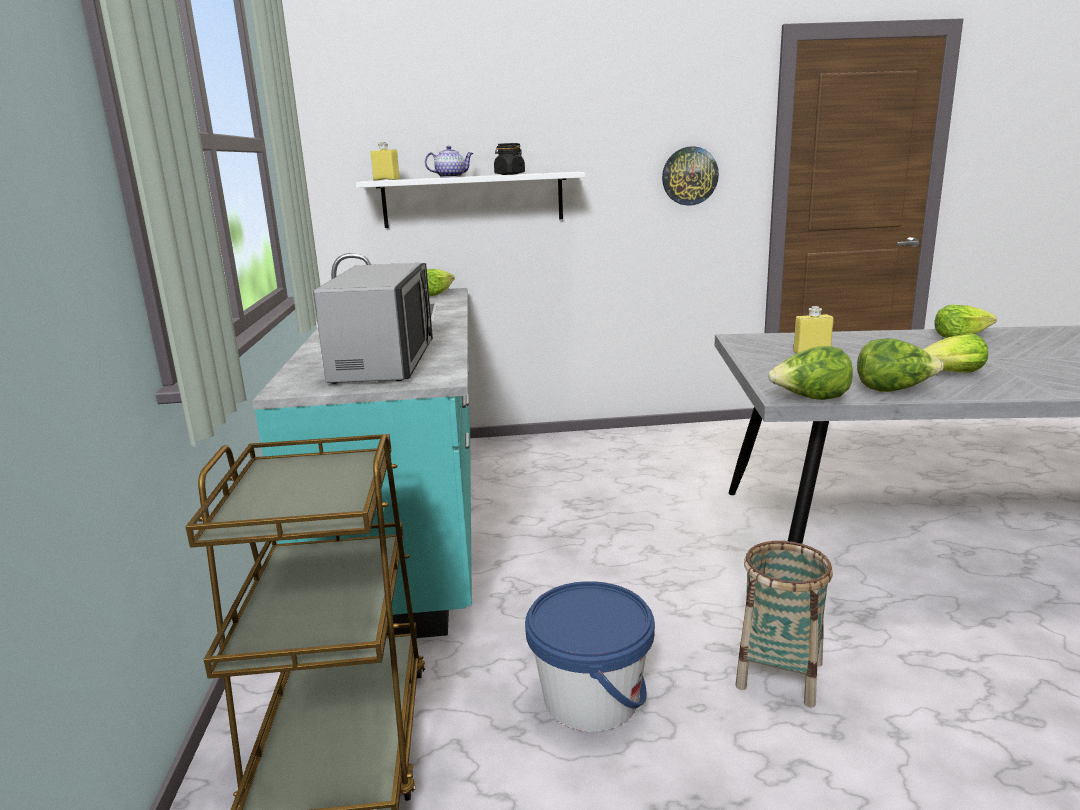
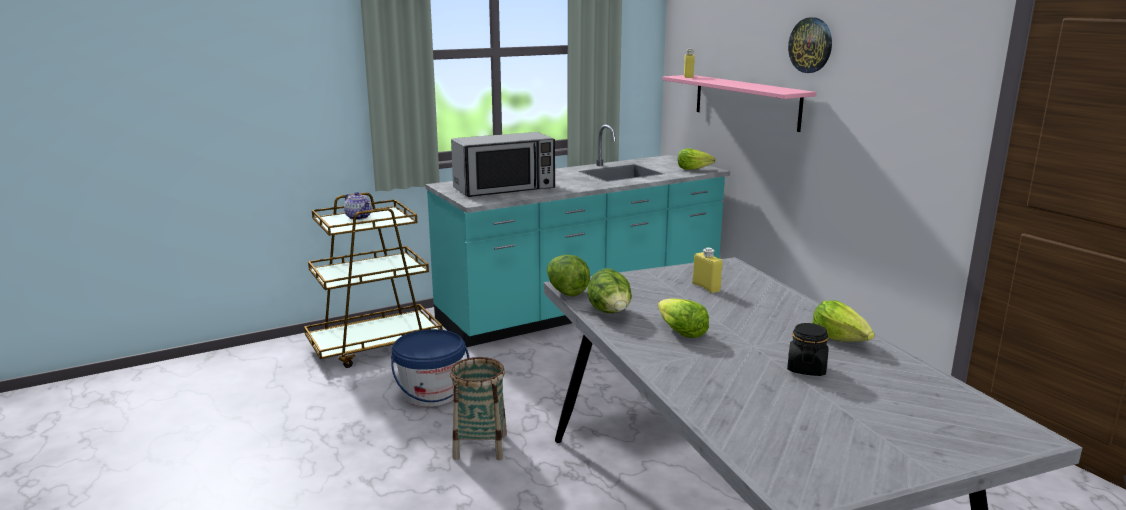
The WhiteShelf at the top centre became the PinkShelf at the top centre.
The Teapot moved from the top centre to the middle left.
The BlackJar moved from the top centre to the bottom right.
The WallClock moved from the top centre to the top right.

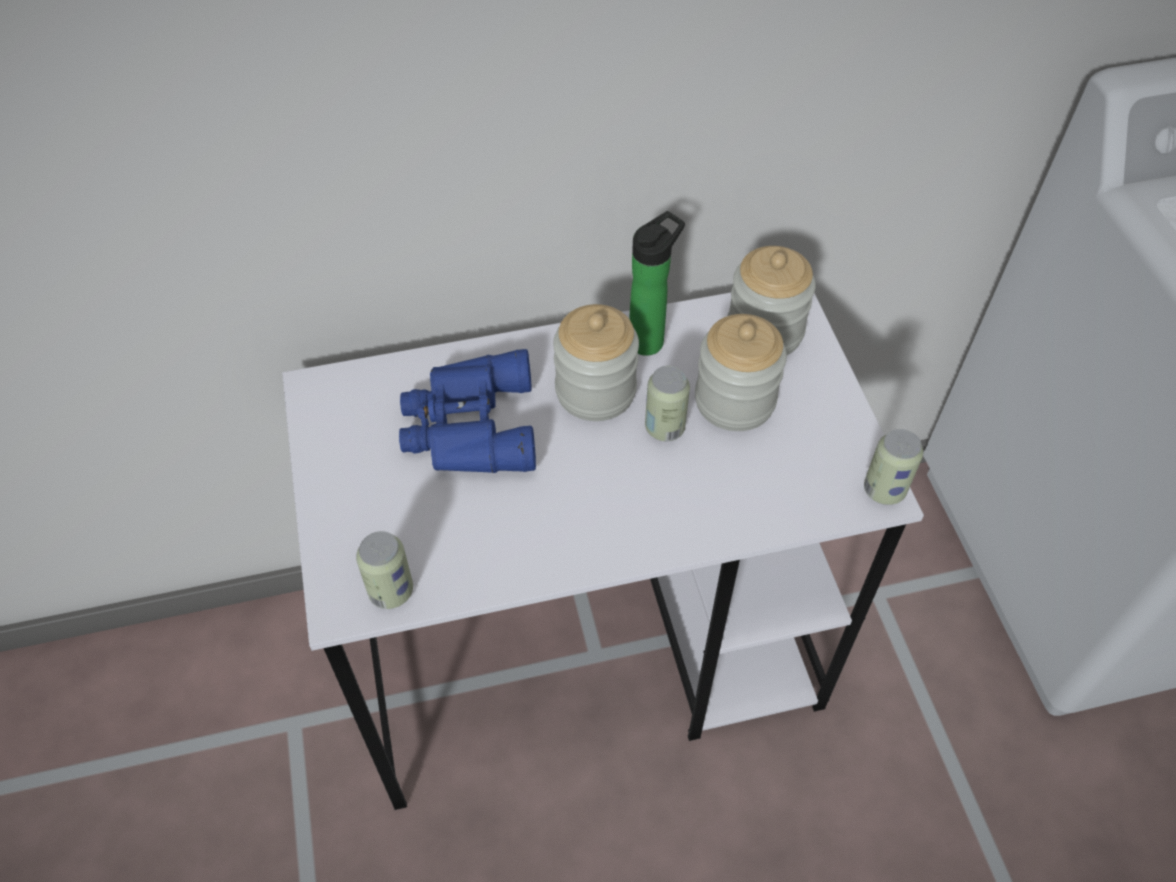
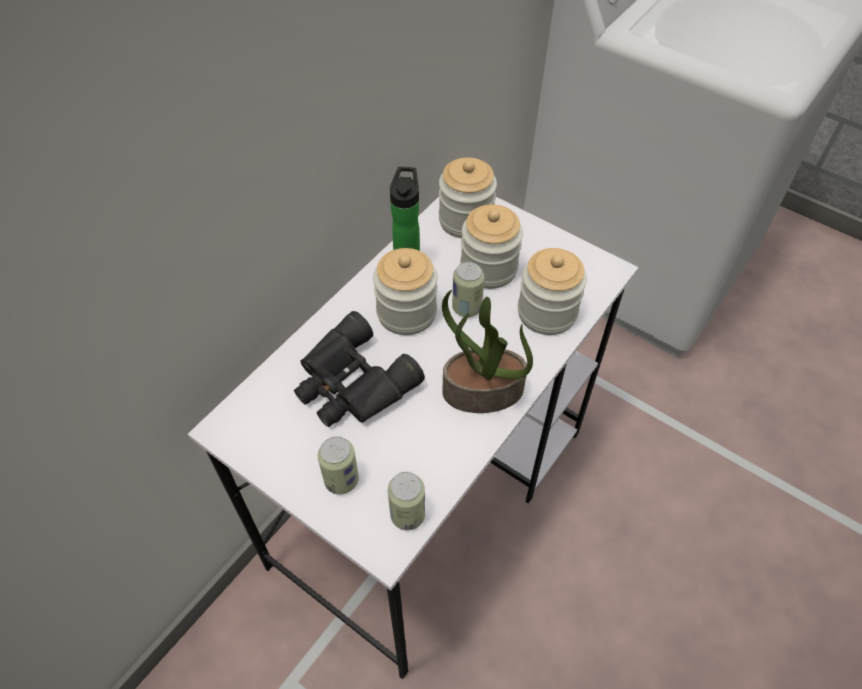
The BlueBinoculars at the centre became the BlackBinoculars at the centre.
The Can (no. 3 from left in the first image) moved from the middle right to the bottom centre.
The PottedPlant at the centre appeared.
The Jar (no. 4 from left) at the centre appeared.

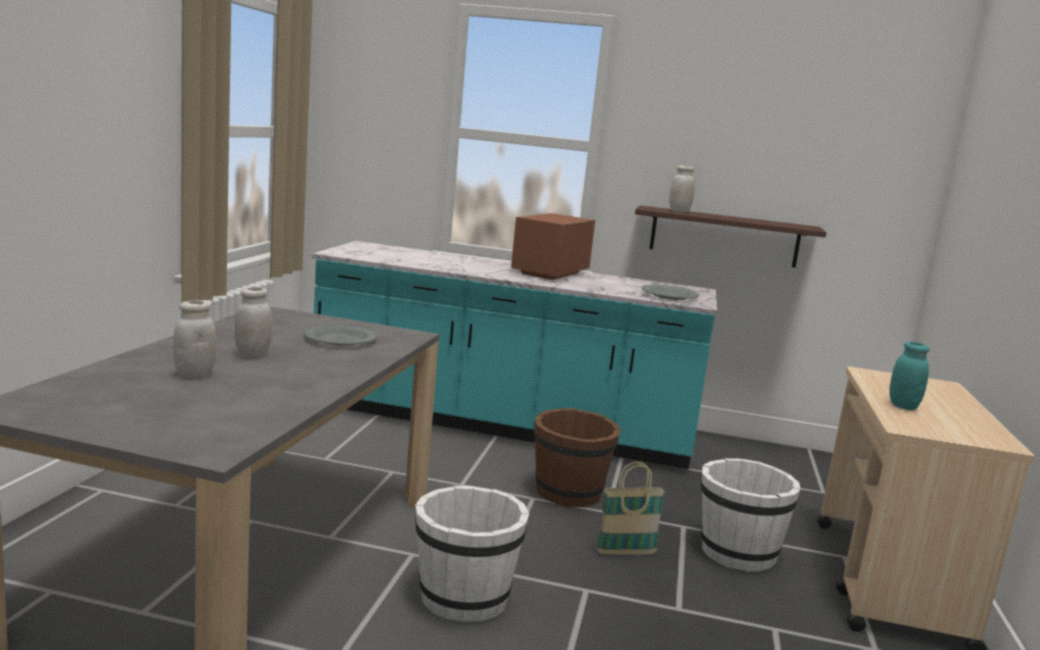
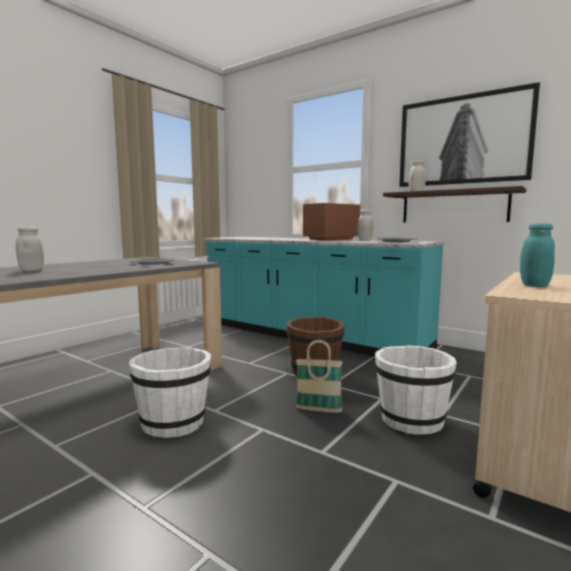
The WhiteJar (no. 2 from left) moved from the middle left to the centre.
The Picture at the top right appeared.

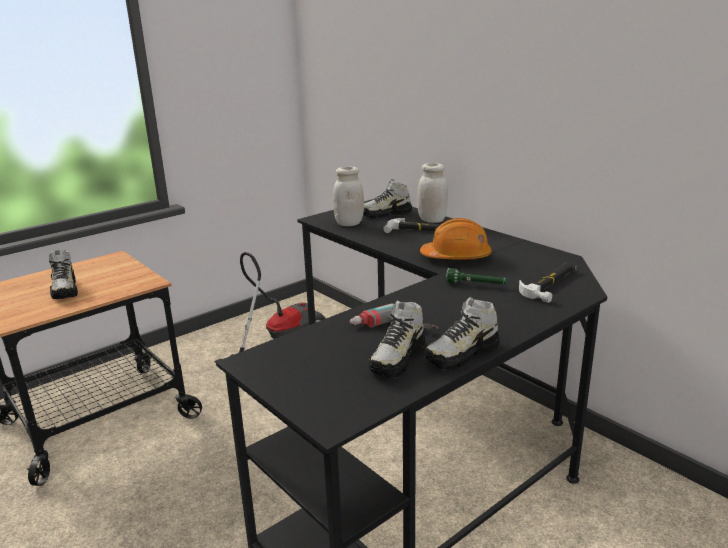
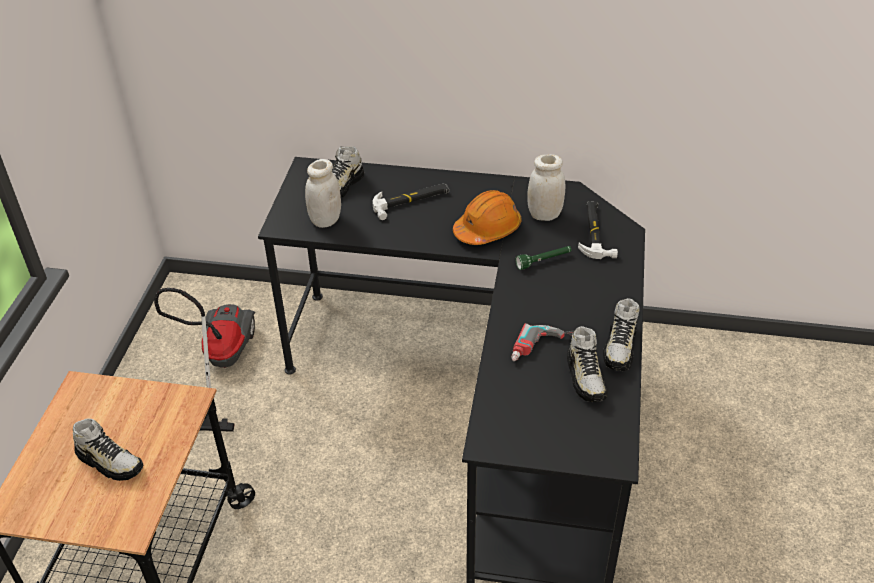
The WhiteJar (no. 2 from left) moved from the centre to the top centre.

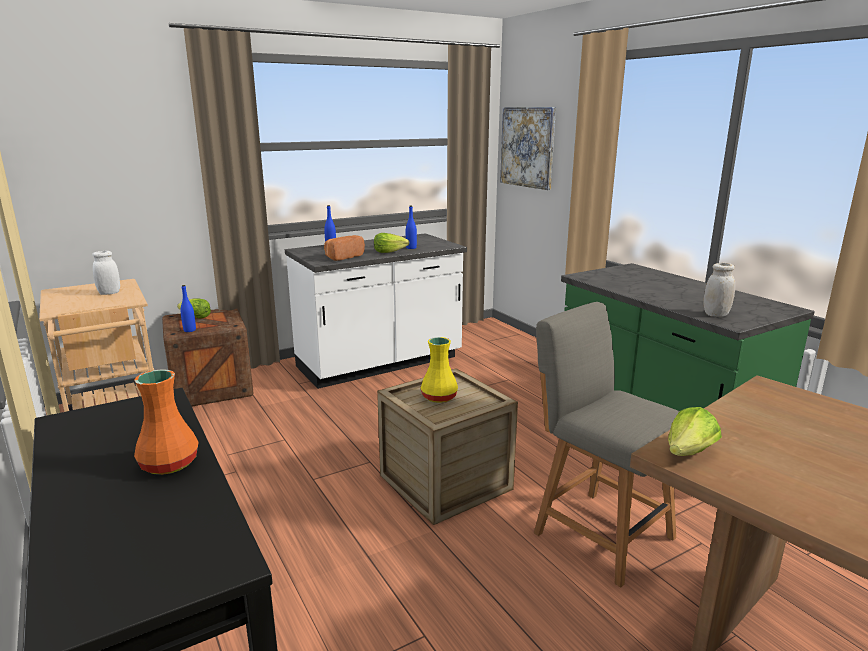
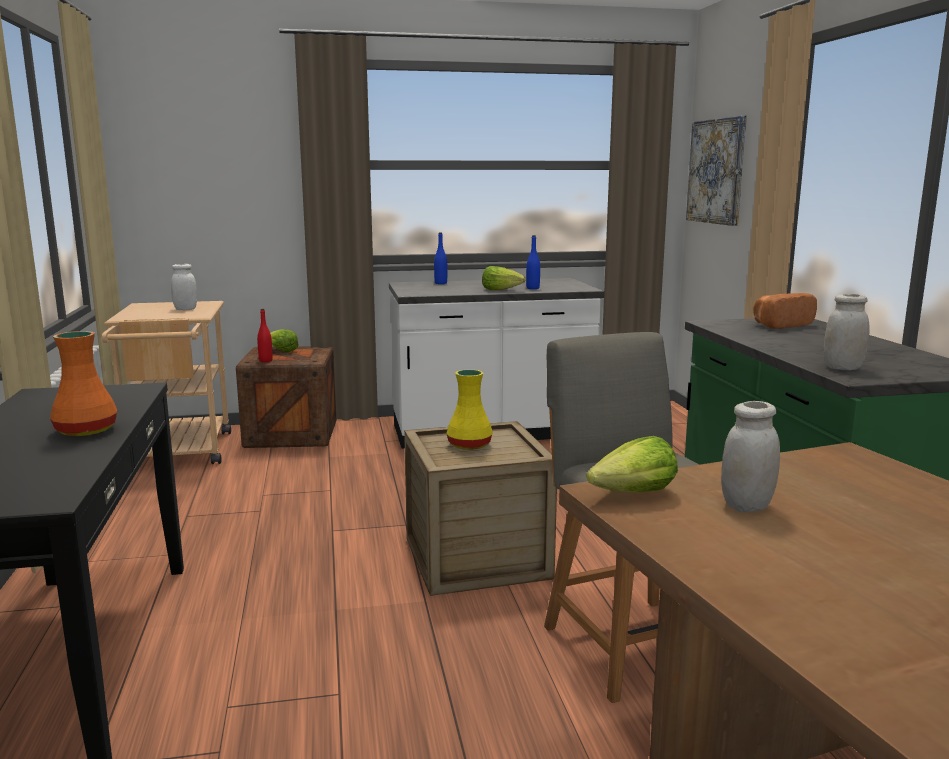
The BlueBottle (no. 1 from left) at the middle left became the RedBottle at the middle left.
The Bread moved from the centre to the middle right.
The WhiteJar (no. 2 from left) at the middle right appeared.

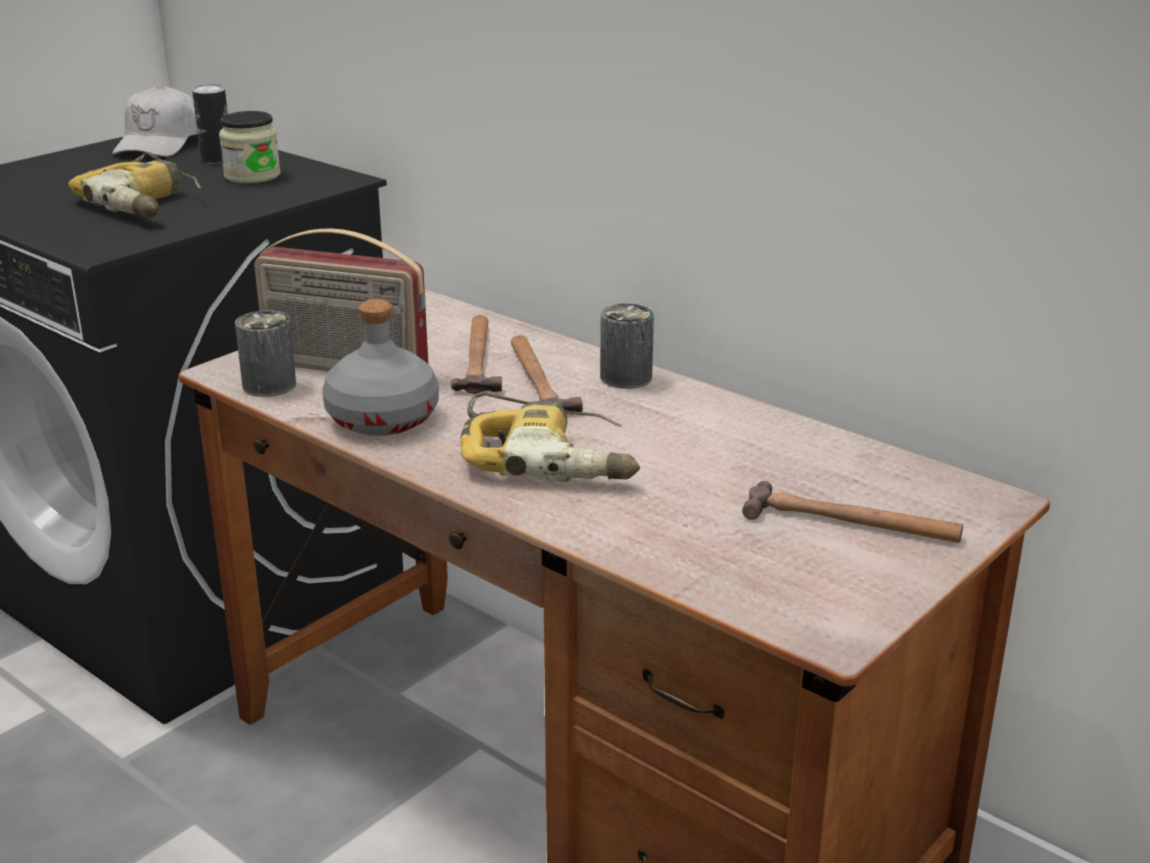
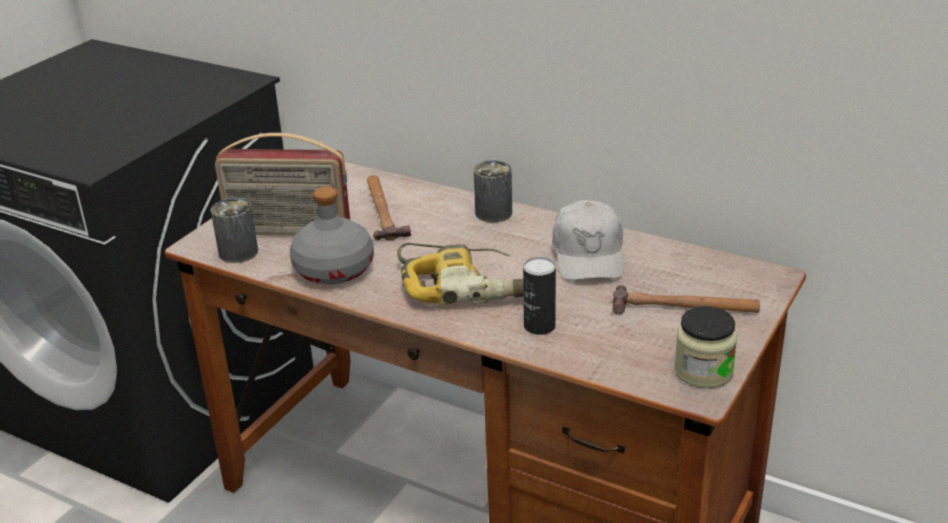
The PowerDrill (no. 1 from left) at the top left disappeared.
The WhiteCap moved from the top left to the centre.
The Can (no. 1 from left in the first image) moved from the top left to the centre.
The Jar moved from the top left to the middle right.
The Hammer (no. 2 from left) at the centre disappeared.

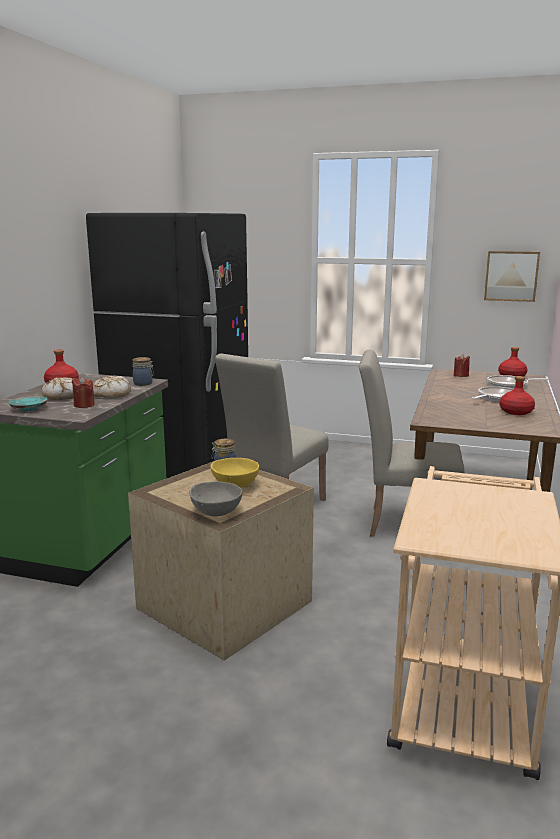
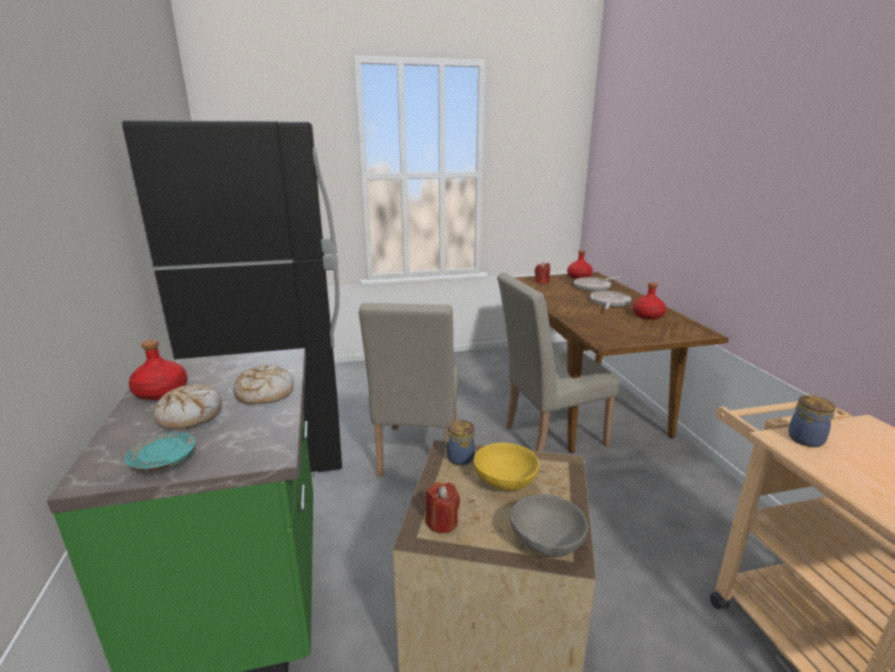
The RedCandle (no. 1 from left) moved from the middle left to the bottom centre.
The Jar (no. 1 from left in the first image) moved from the middle left to the middle right.
The Picture at the top right disappeared.

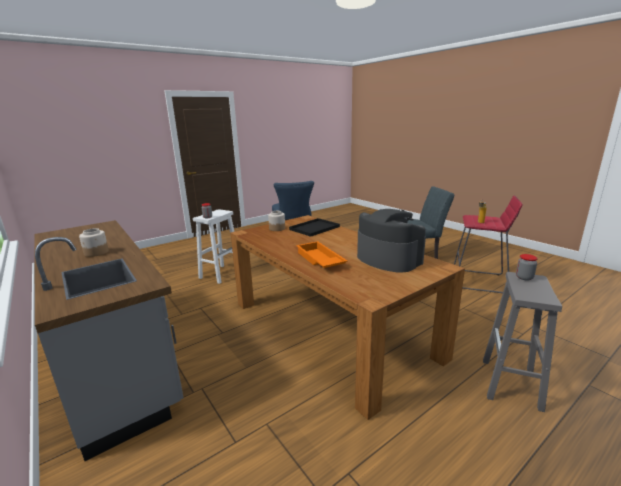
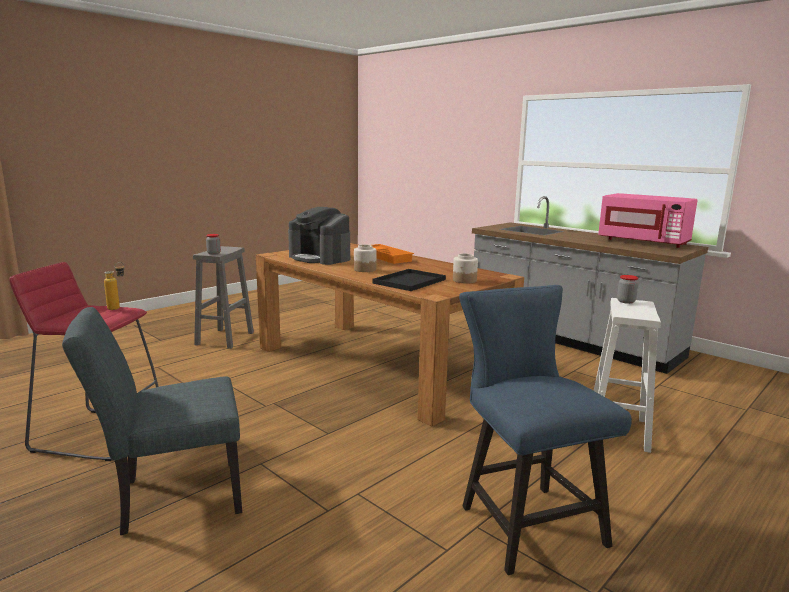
The Jar (no. 1 from left in the first image) moved from the middle left to the centre.
The PinkMicrowave at the middle right appeared.

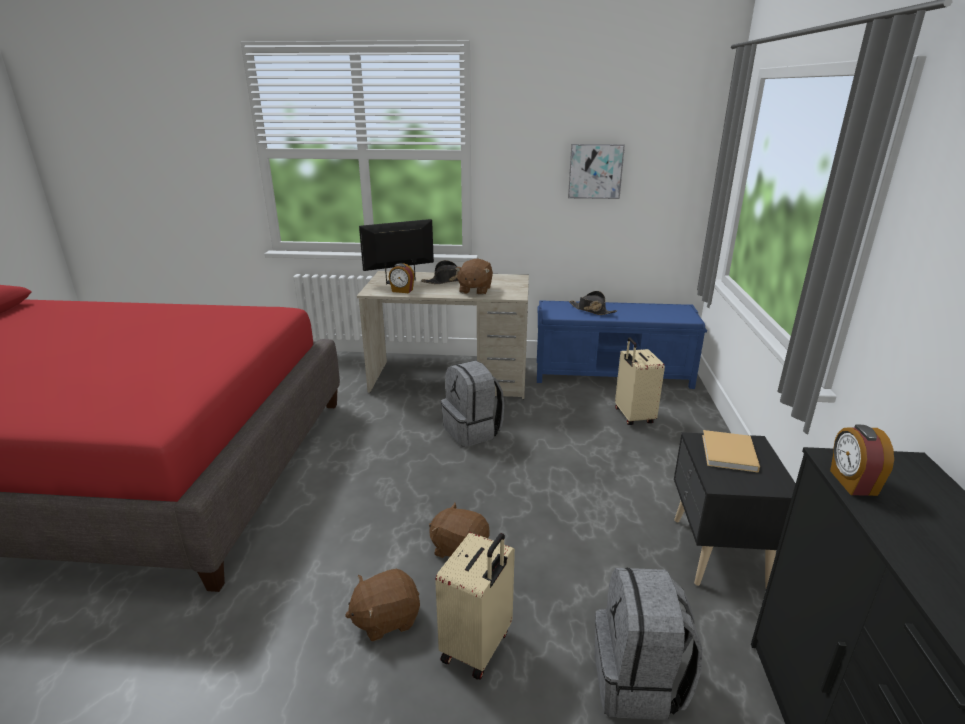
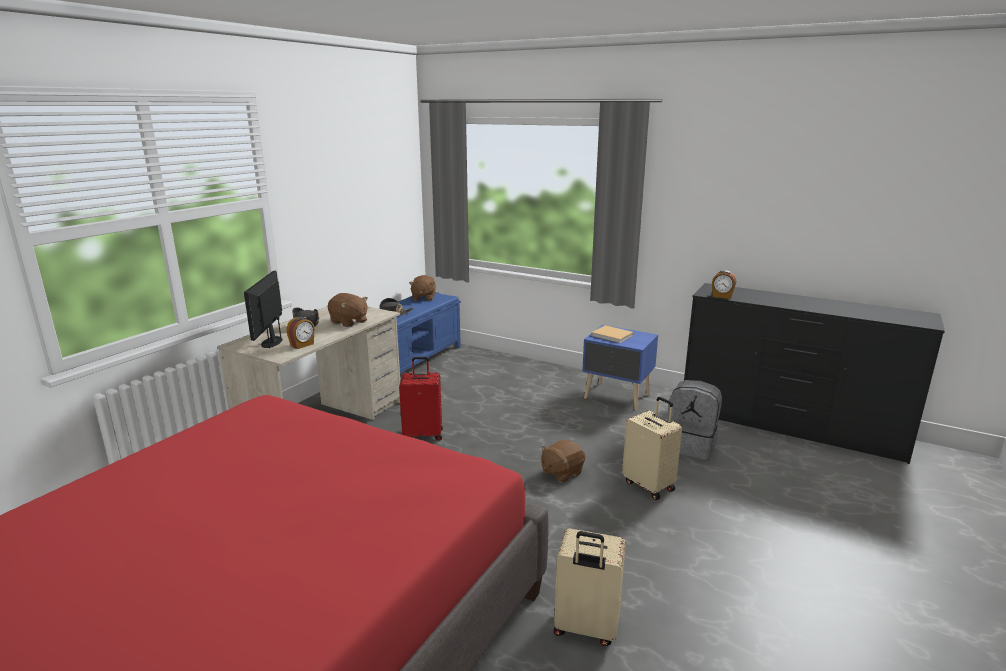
The BrownPlushToy (no. 1 from left in the first image) moved from the bottom centre to the centre.
The GreyBackpack (no. 1 from left) at the centre was replaced by the RedSuitcase at the centre.
The Picture at the top centre disappeared.
The BeigeSuitcase (no. 2 from left in the first image) moved from the centre to the bottom centre.
The BlackNightstand at the bottom right became the BlueNightstand at the centre.

